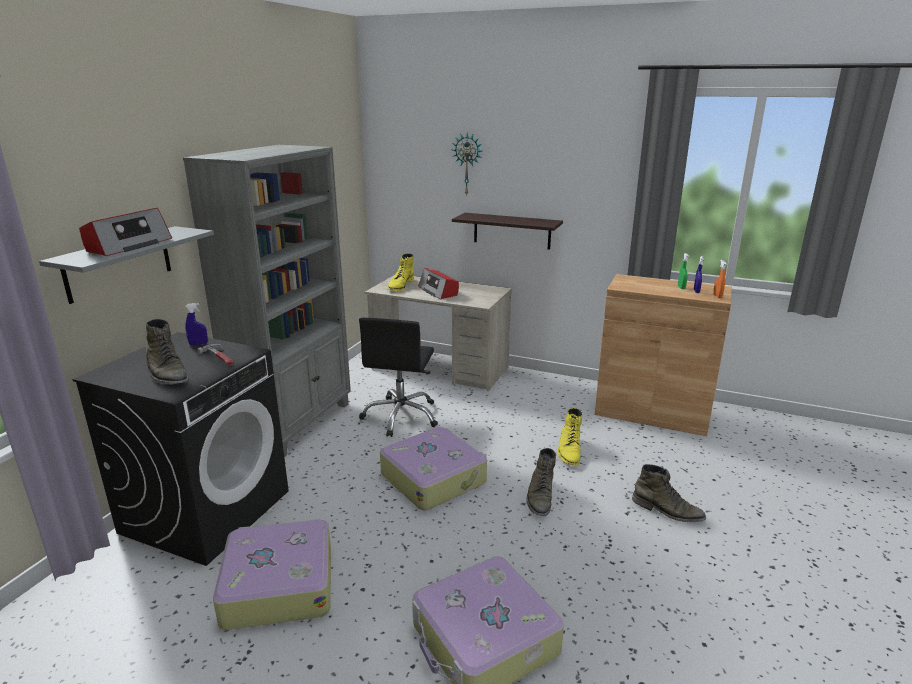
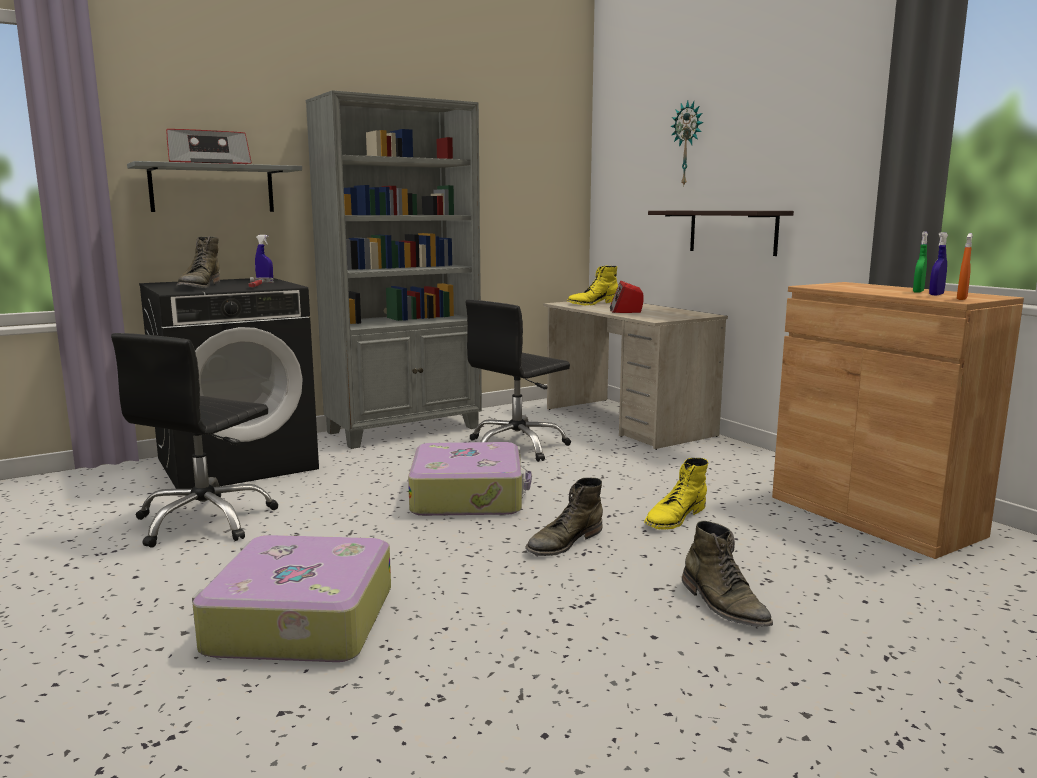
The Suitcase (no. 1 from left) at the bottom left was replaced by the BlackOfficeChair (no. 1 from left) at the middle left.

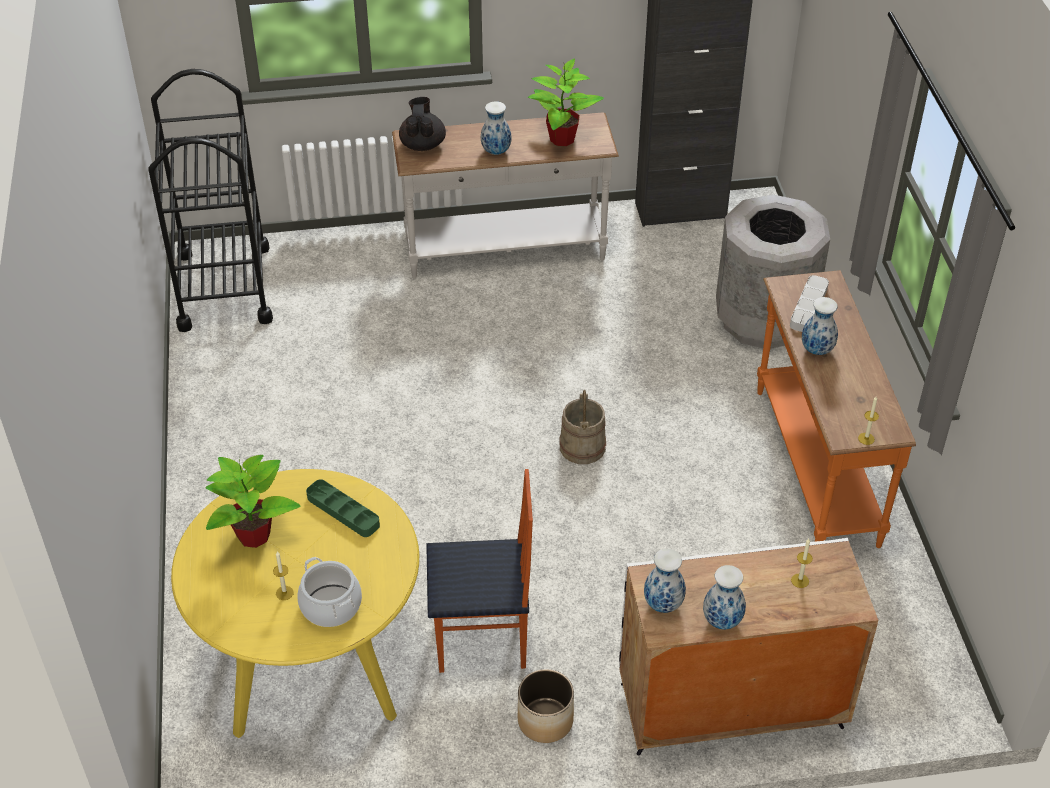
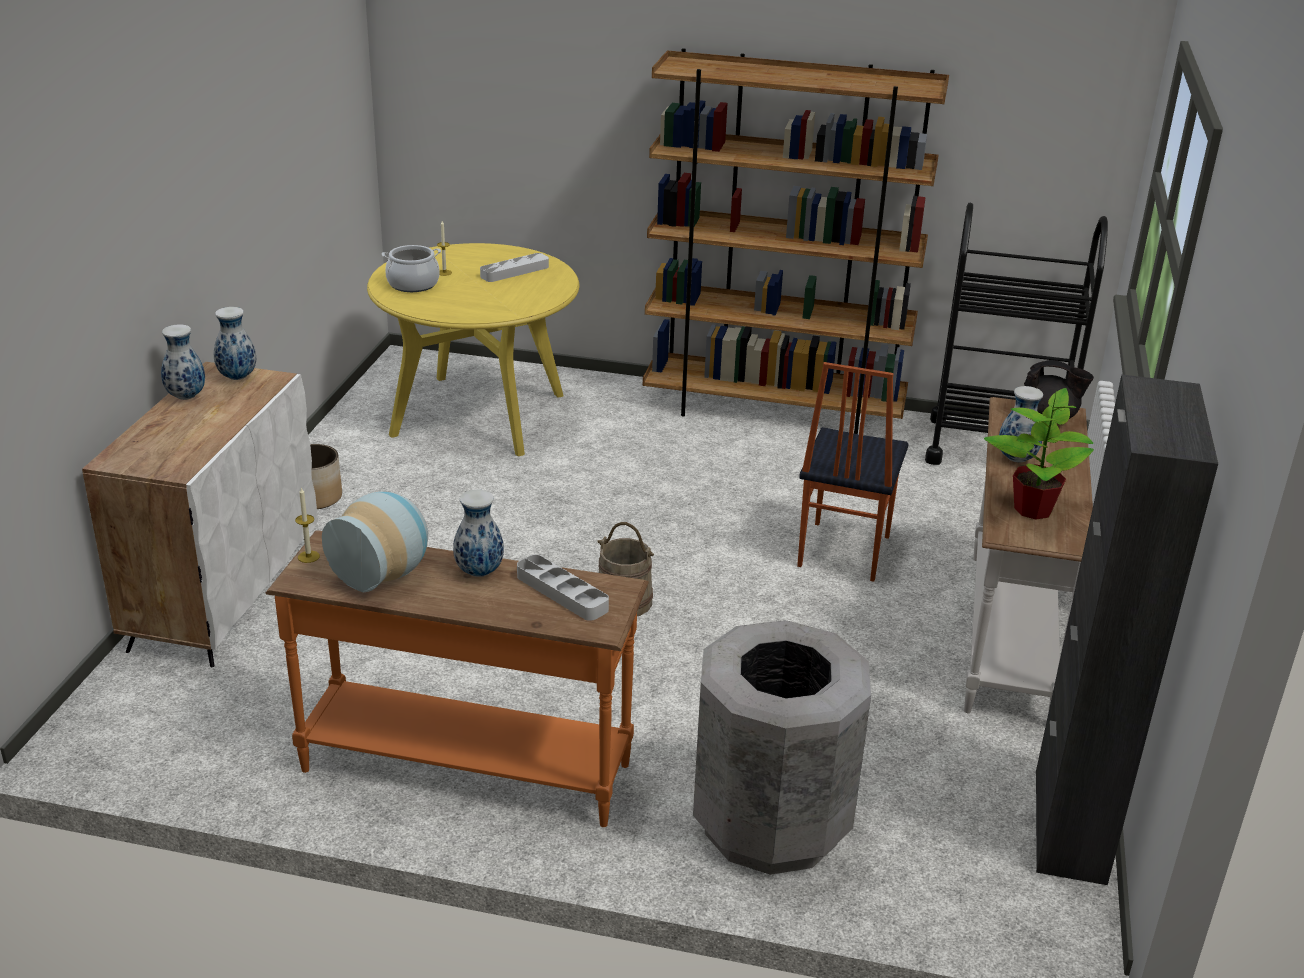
The PottedPlant (no. 1 from left) at the middle left was replaced by the GreyTray (no. 1 from left) at the top centre.
The GreenTray at the middle left disappeared.
The Chair moved from the bottom centre to the centre.
The Candle (no. 2 from left) at the bottom right disappeared.
The Vase (no. 3 from left) at the middle left appeared.
The BrownBookcase at the top centre appeared.

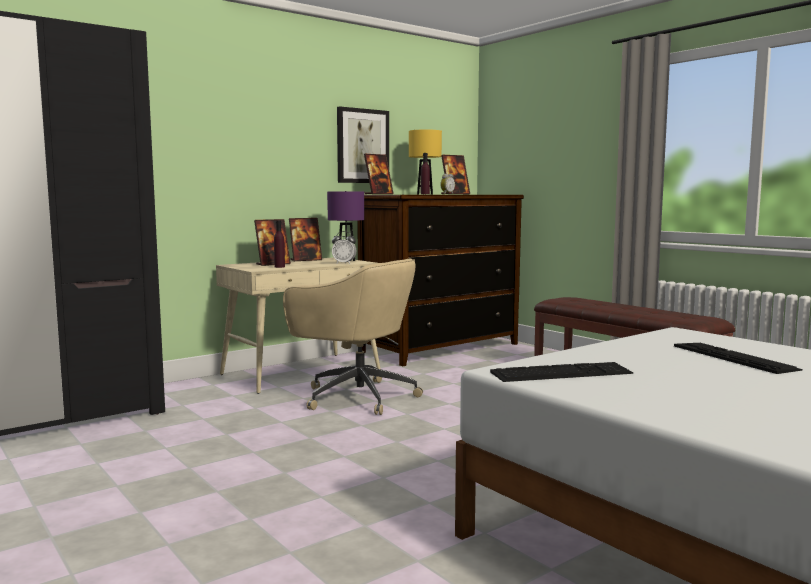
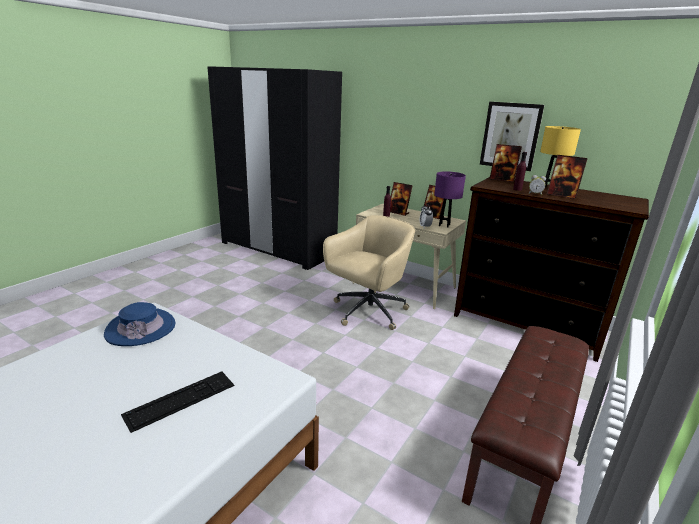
The BeigeOfficeChair at the centre turned 150 degrees counterclockwise.
The Keyboard (no. 1 from left) at the middle right was replaced by the BlueHat at the middle left.

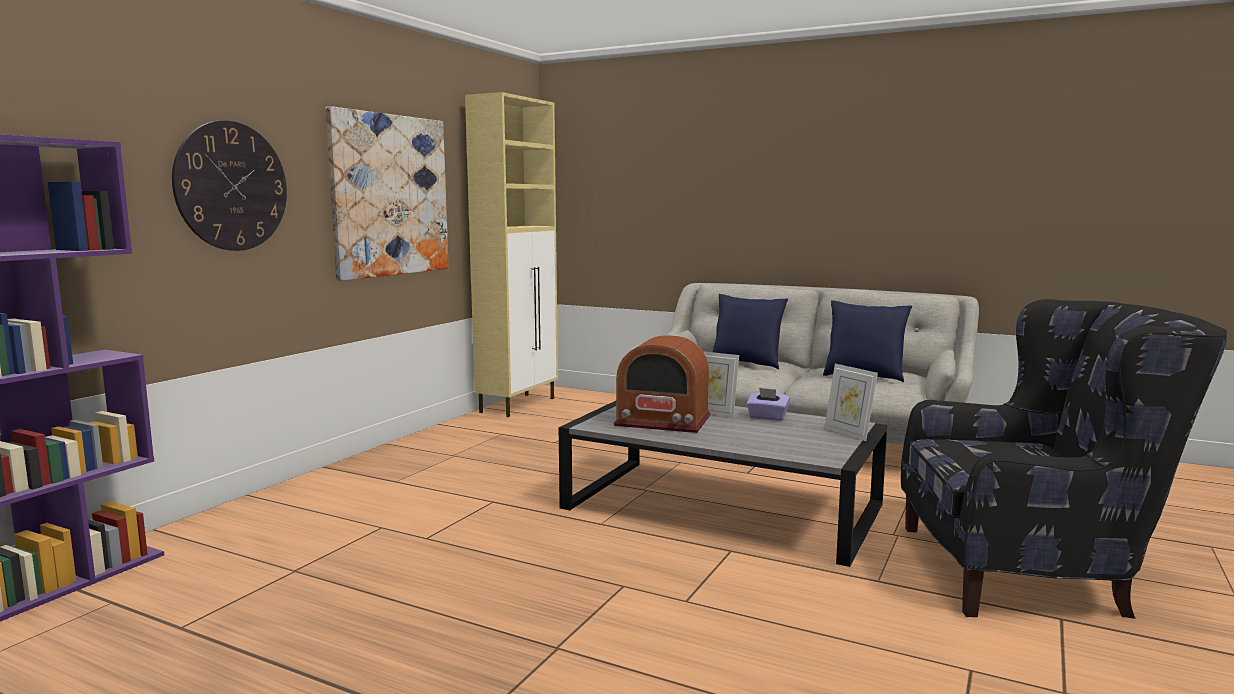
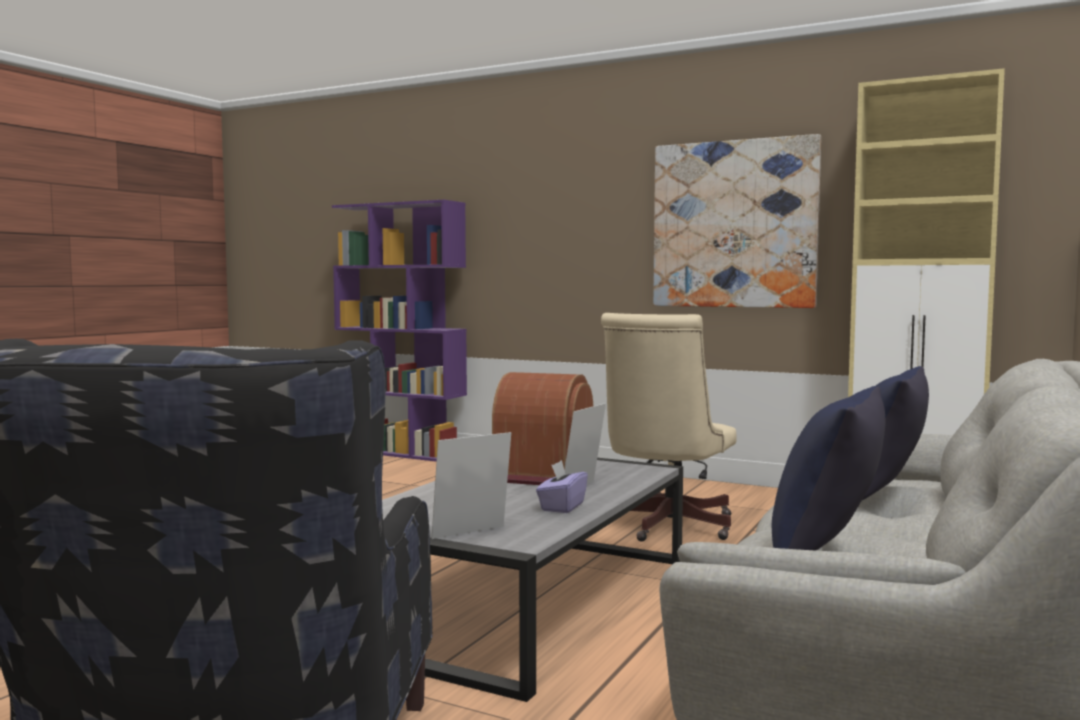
The WallClock at the top left disappeared.
The BeigeOfficeChair at the centre appeared.

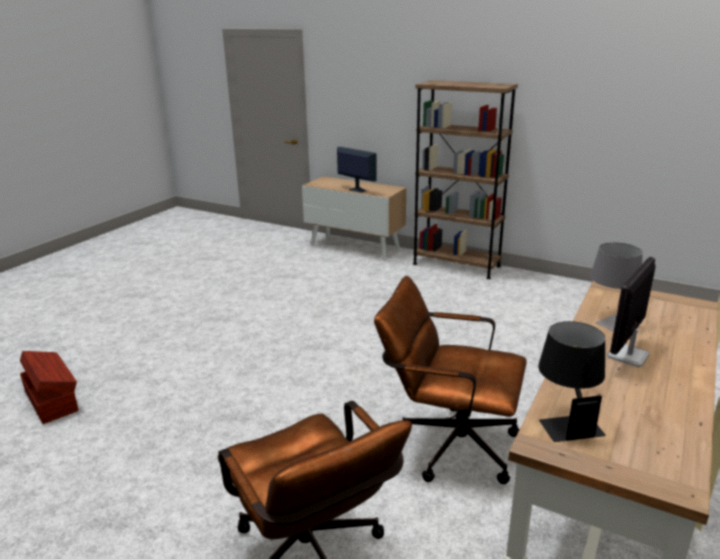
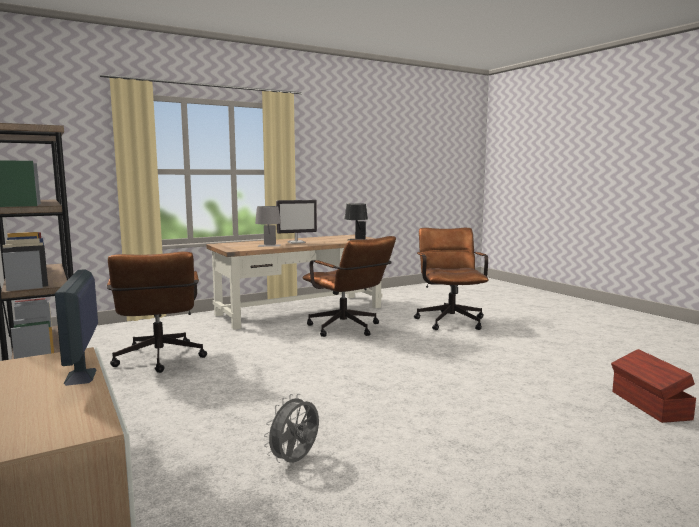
The BrownOfficeChair (no. 1 from left) at the middle left appeared.
The GreyFan at the bottom centre appeared.

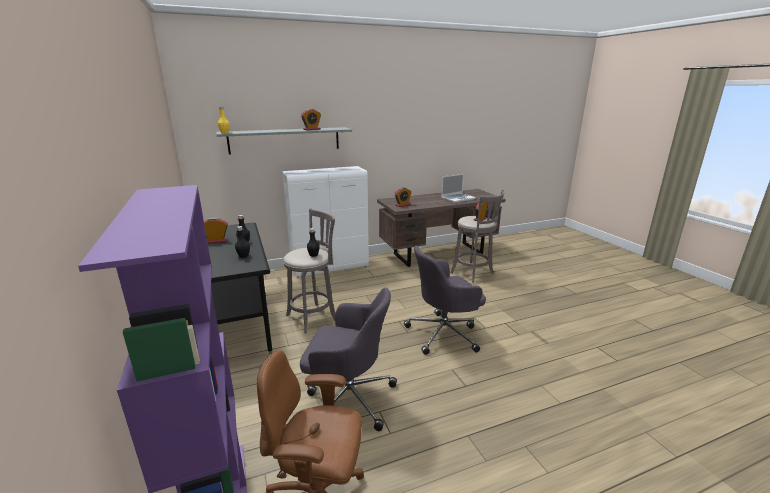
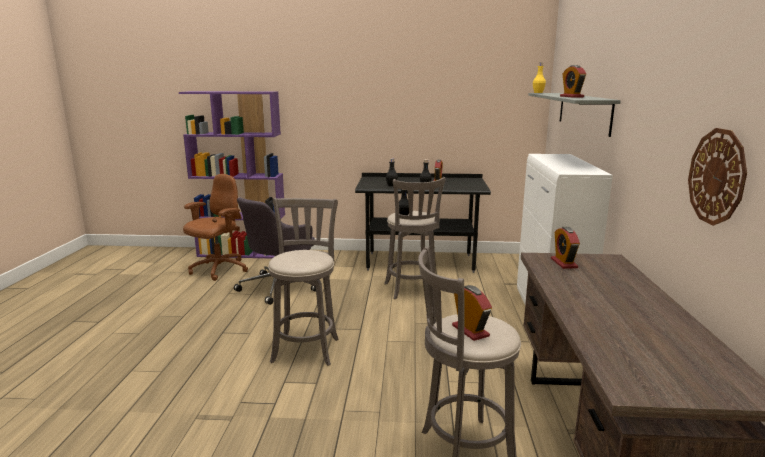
The GreyOfficeChair (no. 2 from left) at the centre was replaced by the GreyStool (no. 1 from left) at the centre.
The Laptop at the centre disappeared.
The WallClock at the middle right appeared.

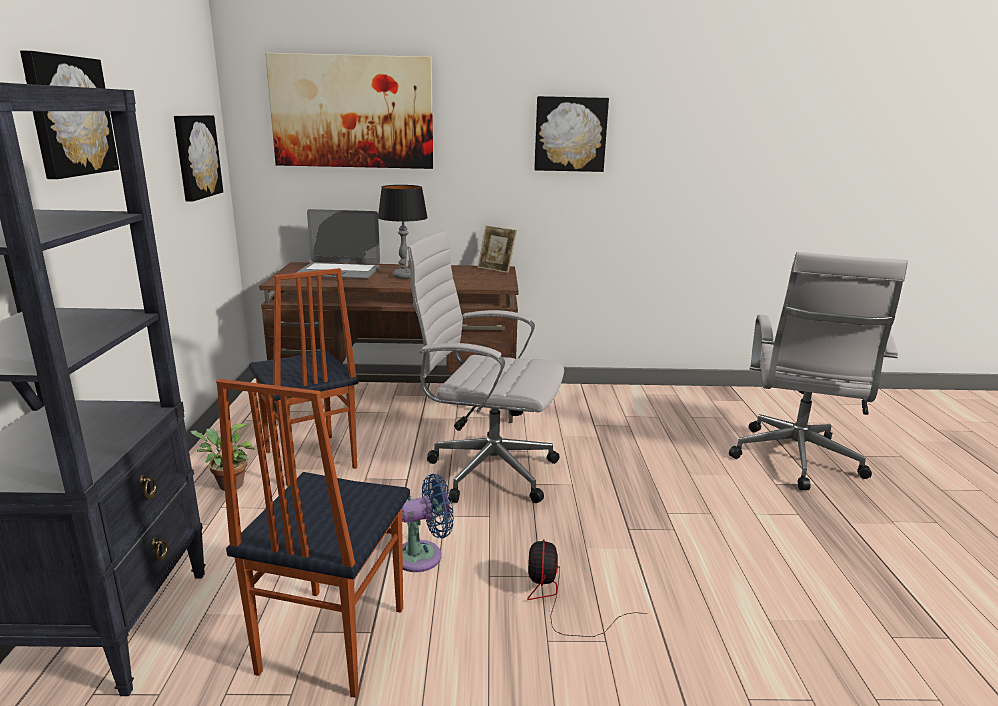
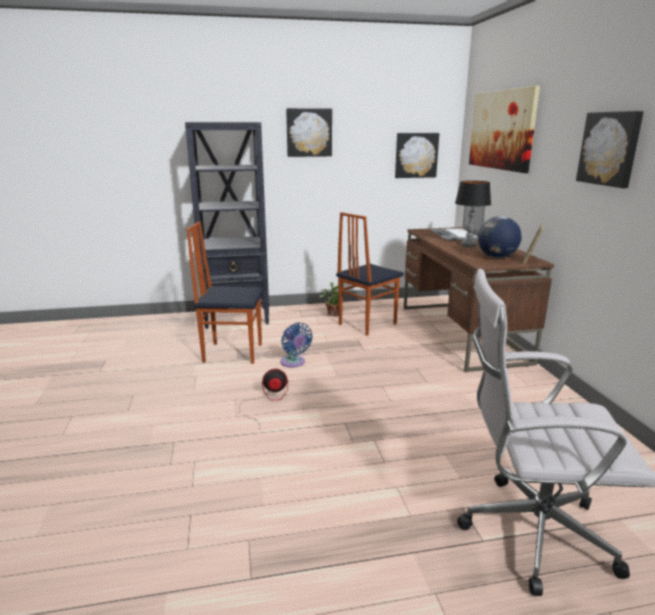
The WhiteOfficeChair (no. 1 from left) at the centre disappeared.
The Globe at the middle right appeared.

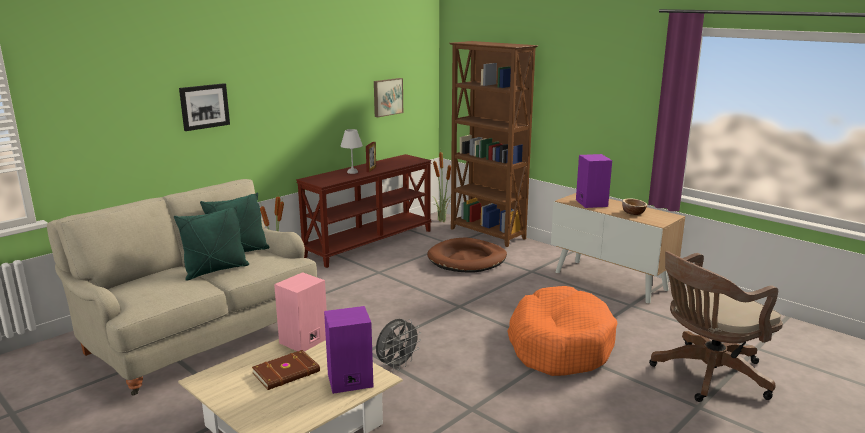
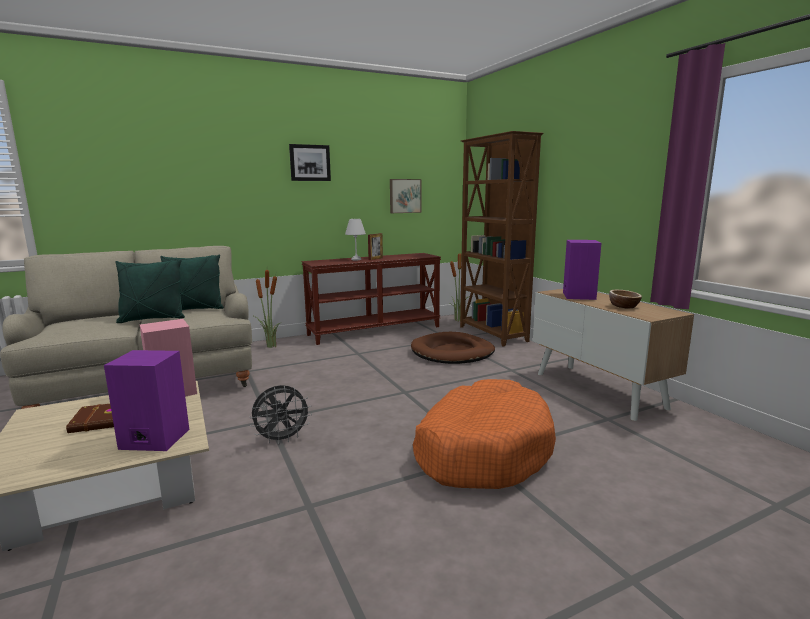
The Picture (no. 1 from left) moved from the top left to the top centre.
The BrownOfficeChair at the bottom right disappeared.

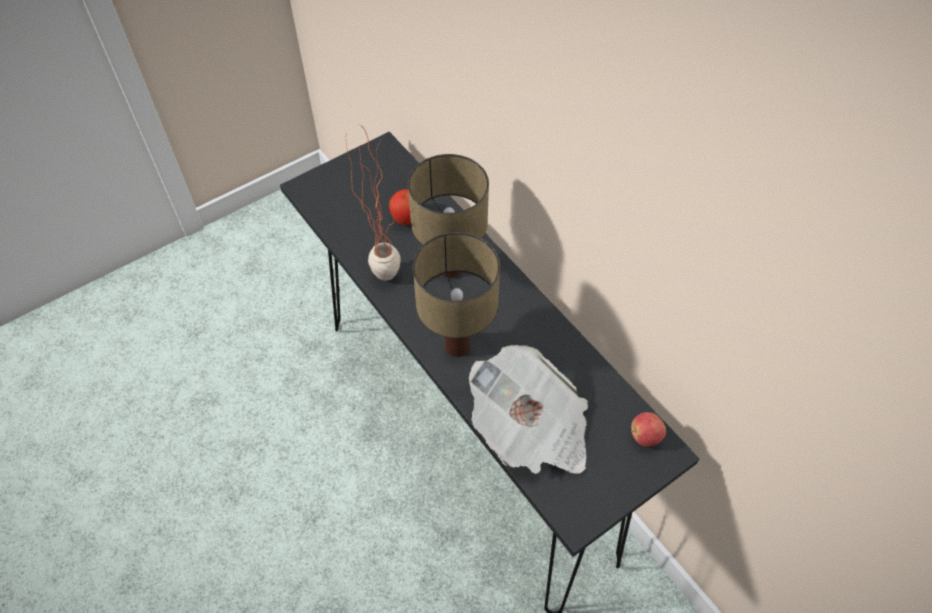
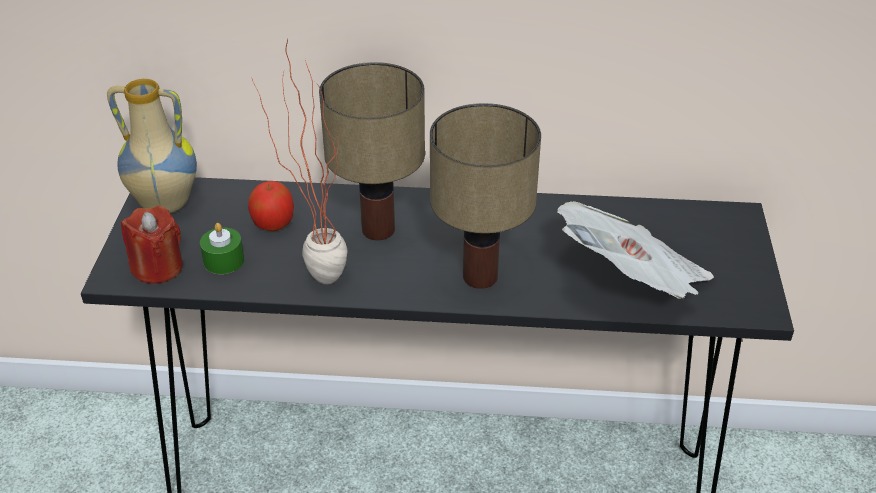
The Apple (no. 2 from left) at the bottom right disappeared.
The Vase at the top left appeared.
The RedCandle at the middle left appeared.
The GreenCandle at the middle left appeared.

